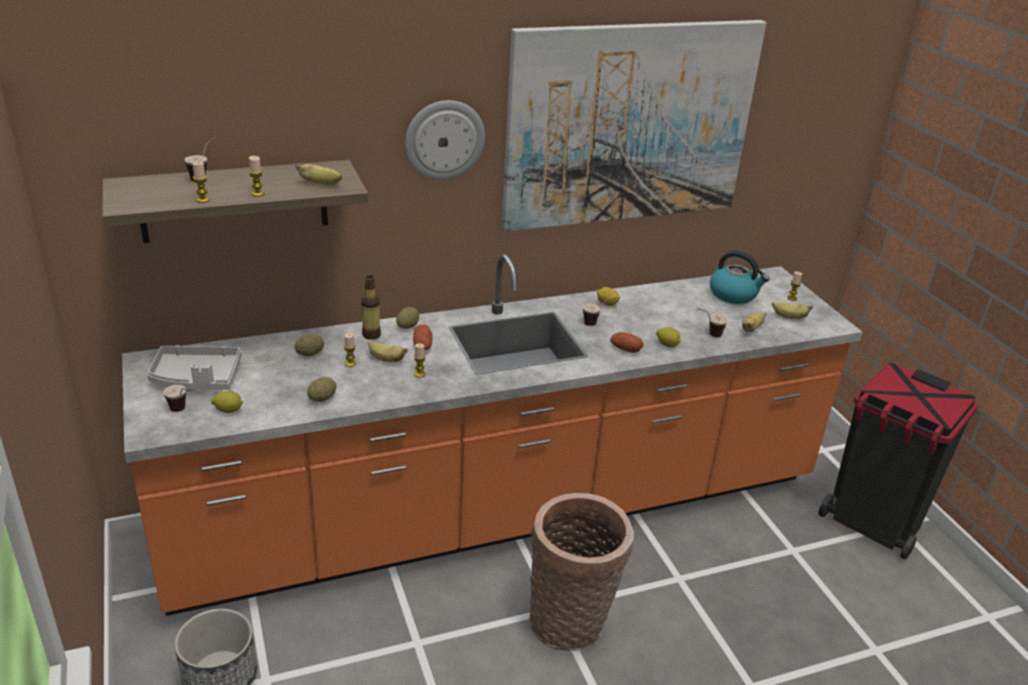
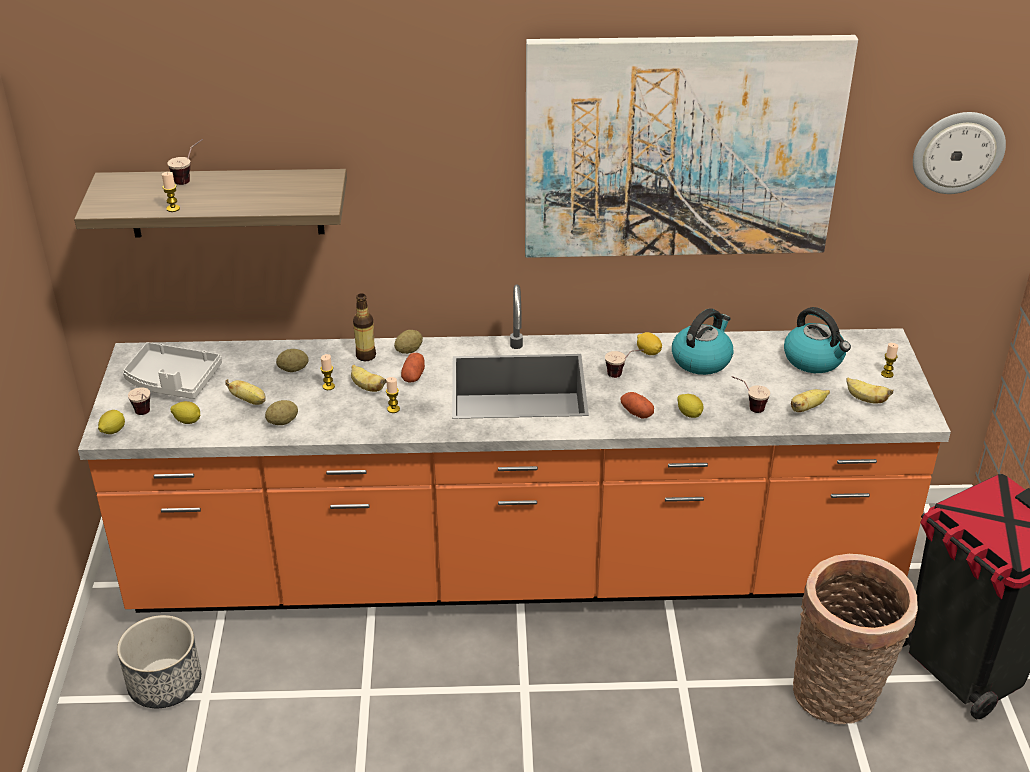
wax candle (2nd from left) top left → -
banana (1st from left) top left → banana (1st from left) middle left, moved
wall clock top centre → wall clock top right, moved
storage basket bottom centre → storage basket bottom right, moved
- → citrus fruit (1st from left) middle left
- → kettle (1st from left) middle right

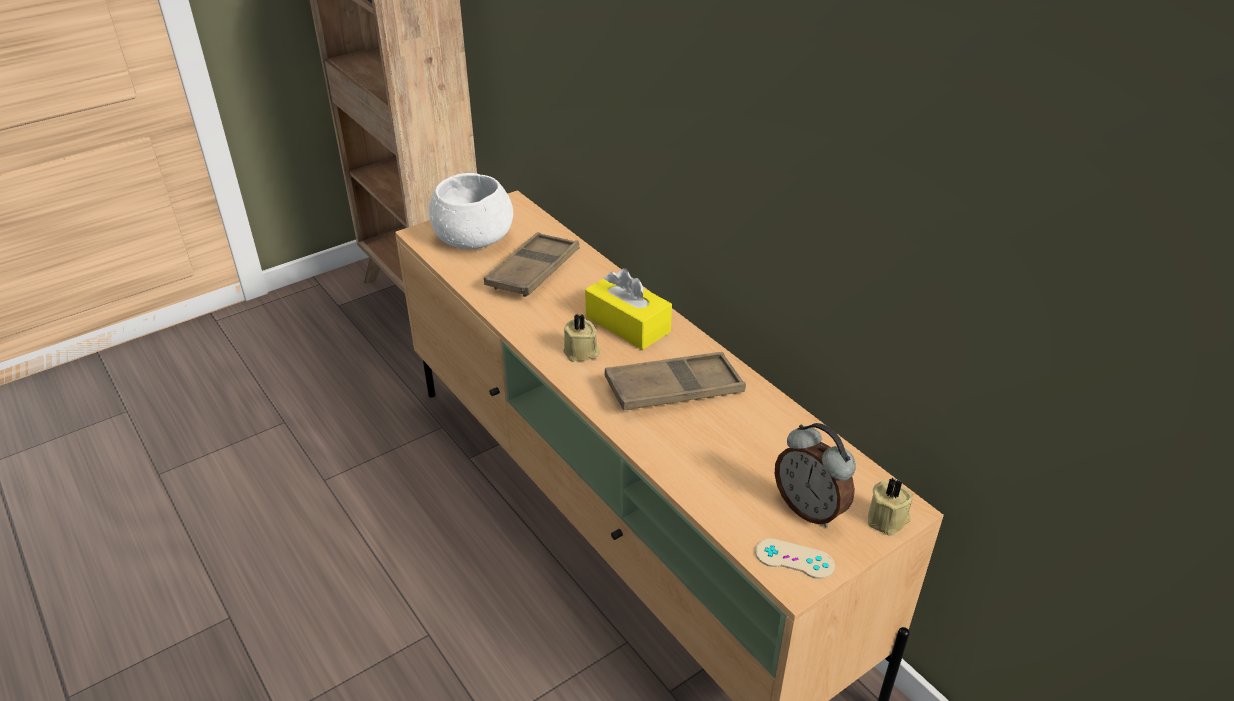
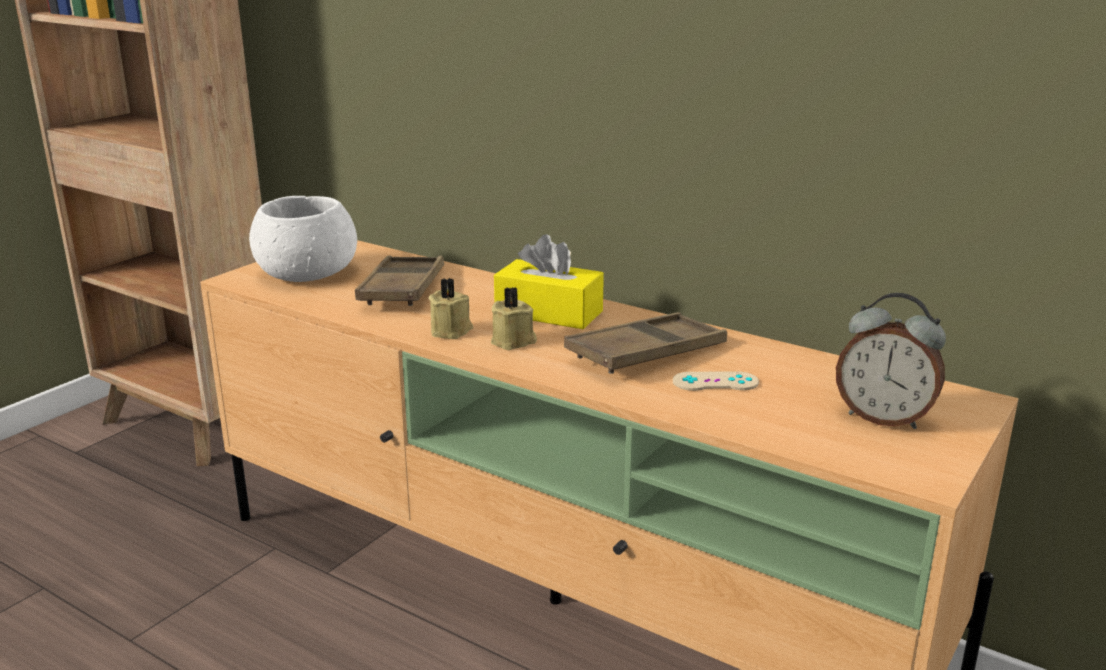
beige gamepad bottom centre → beige gamepad centre, moved
beige wax candle (2nd from left in the first image) bottom right → beige wax candle (1st from left) centre, moved

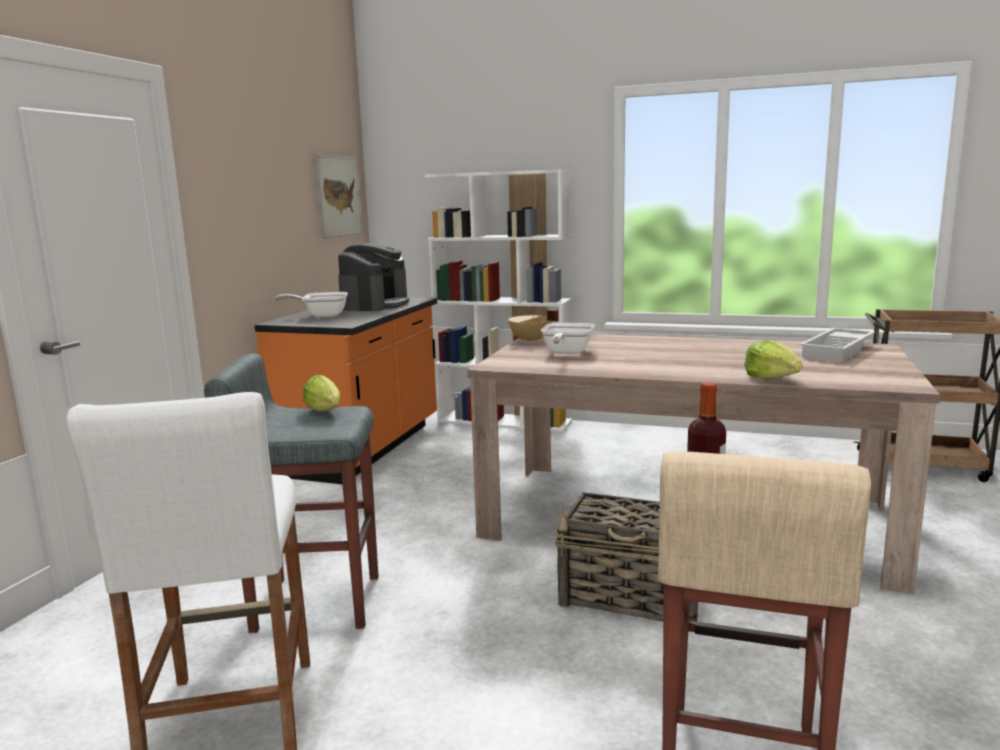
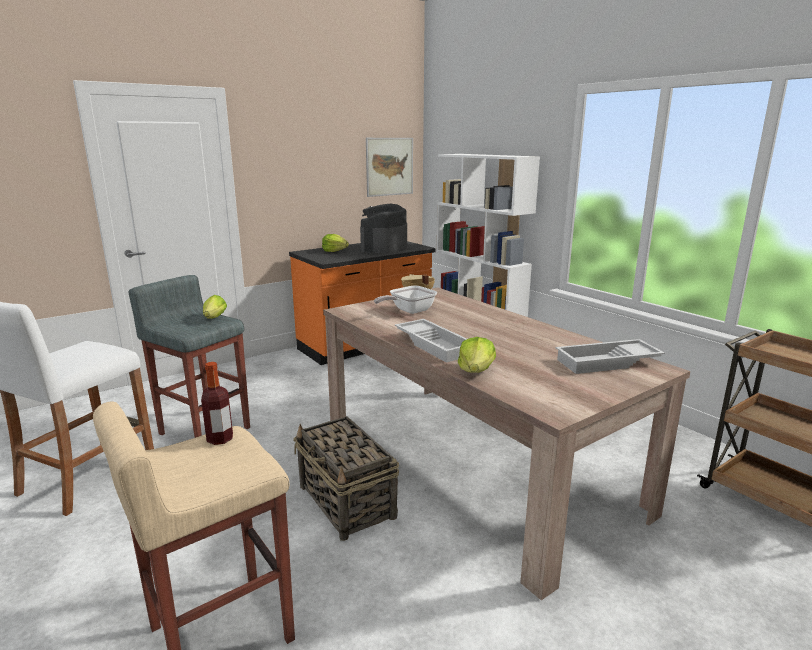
pan (1st from left) middle left → lettuce (2nd from left) centre
coffee brewer centre, 150 degrees clockwise
- → white carrying tray (1st from left) centre

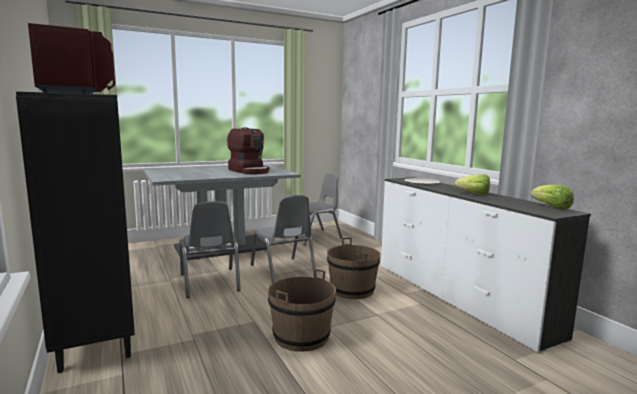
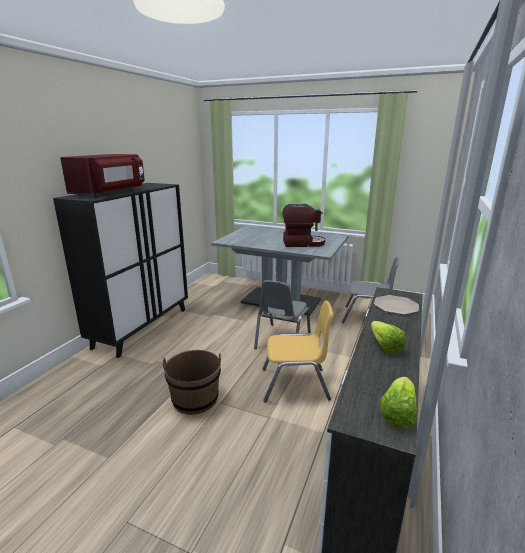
greyish plain chair (1st from left) middle left → -
coffee brewer centre, 105 degrees counterclockwise
brownish pail (2nd from left) bottom centre → yellow plain chair centre

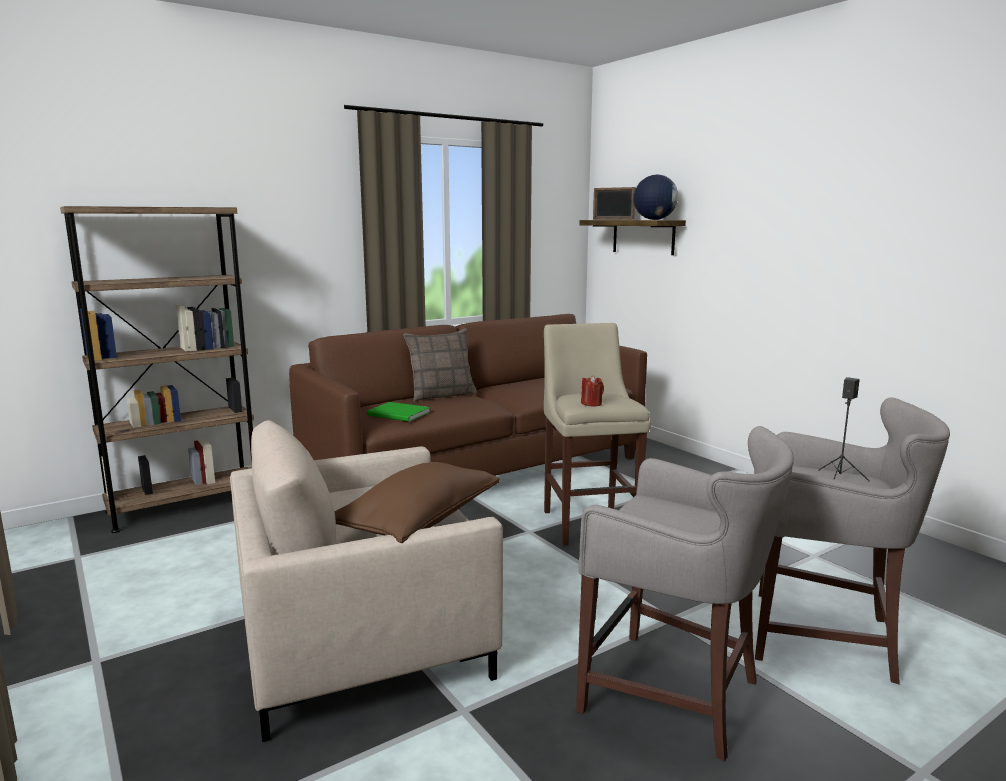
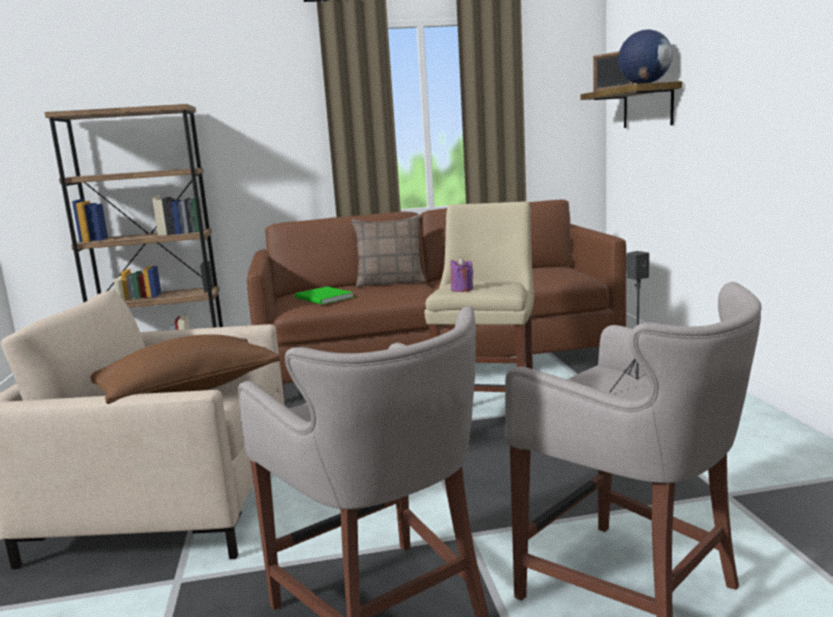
reddish wax candle centre → purple-coloured wax candle centre

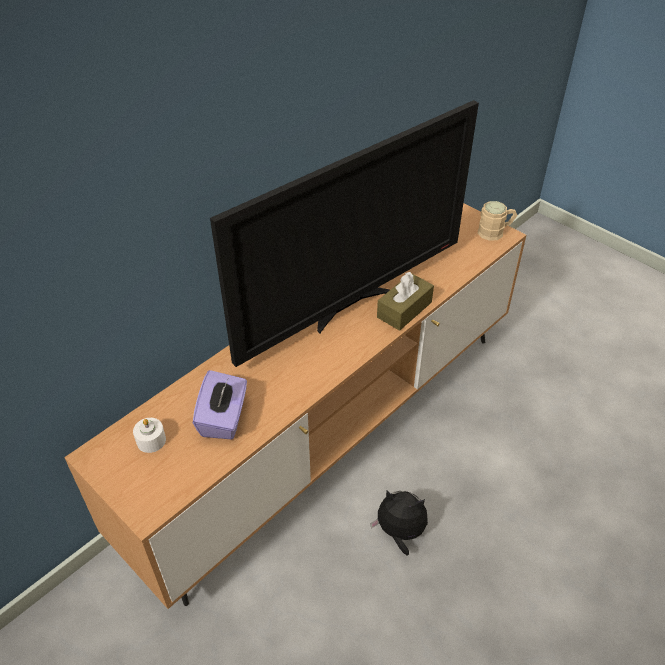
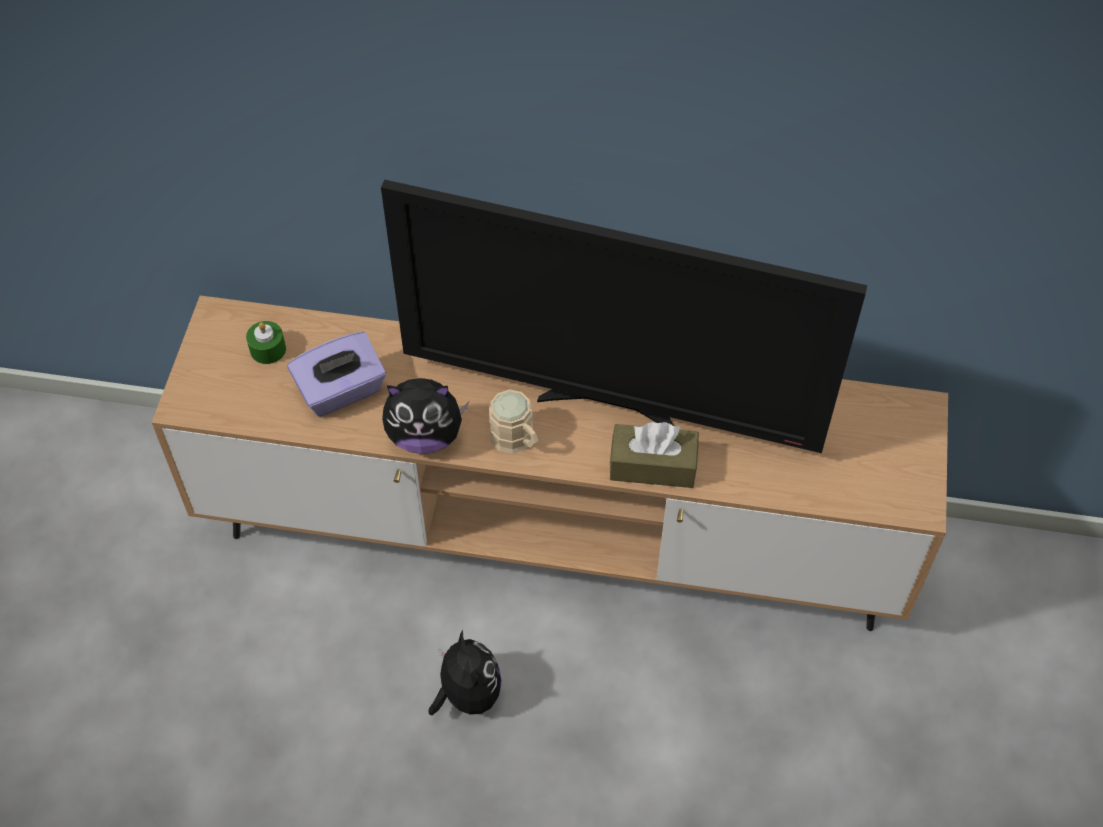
white wax candle middle left → green-coloured wax candle middle left
beige tea mug top right → beige tea mug centre, moved
- → soft toy (1st from left) centre

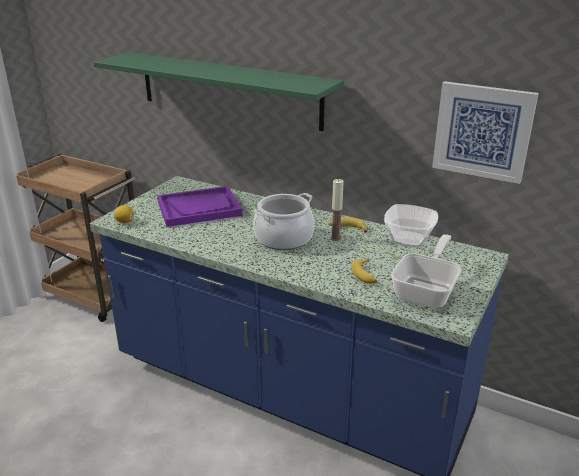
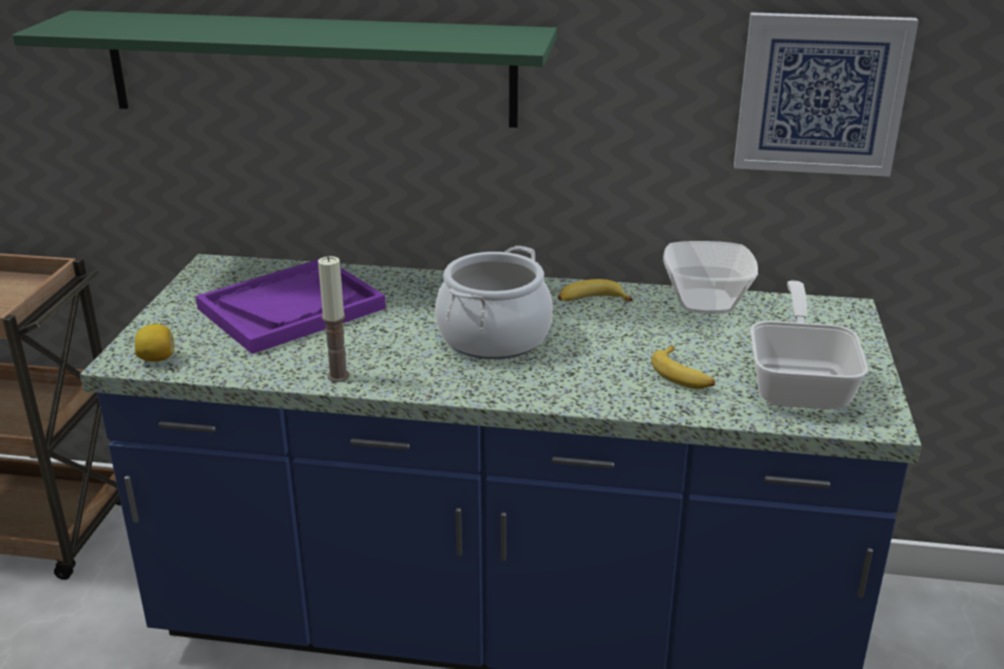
wax candle centre → wax candle middle left, moved

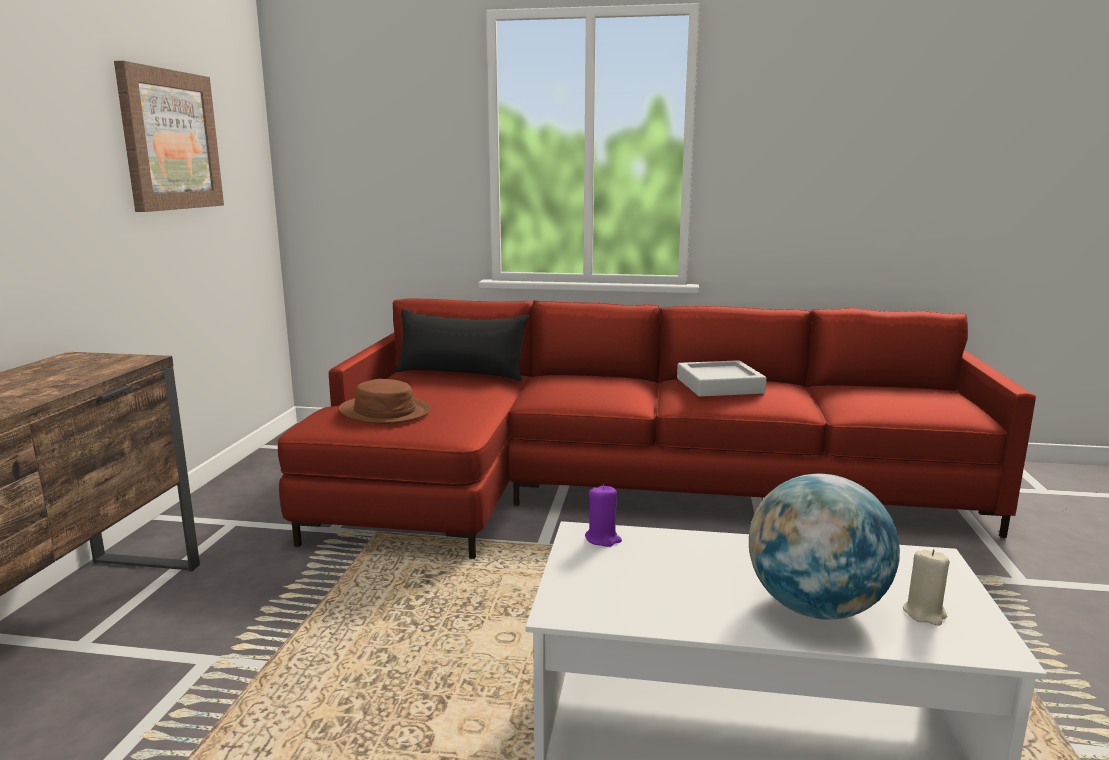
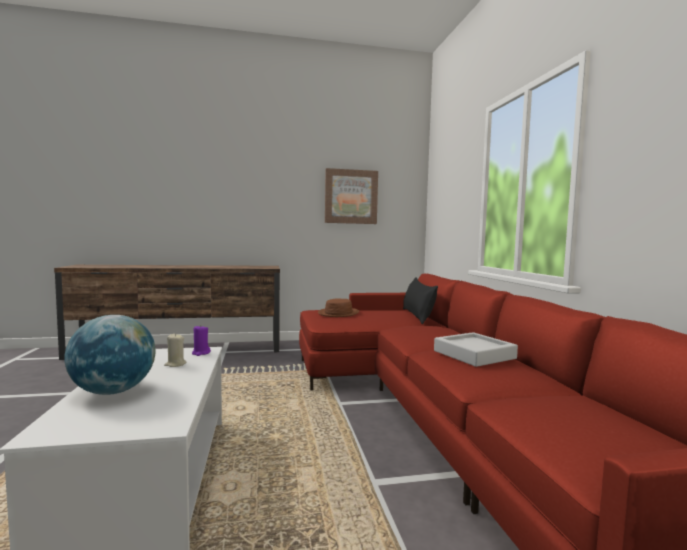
beige wax candle bottom right → beige wax candle middle left, moved

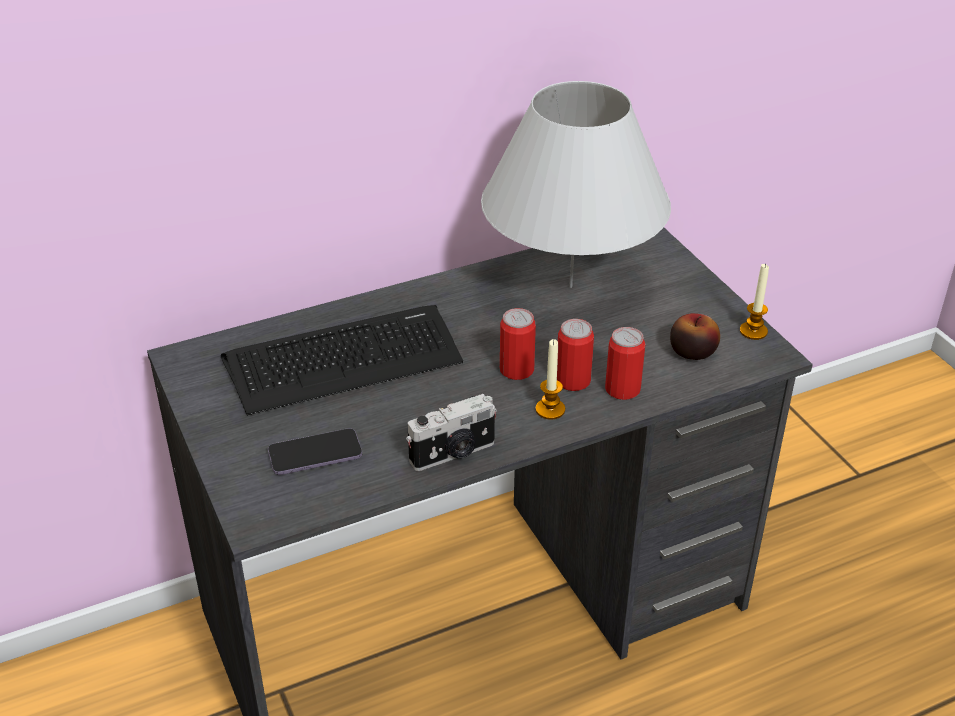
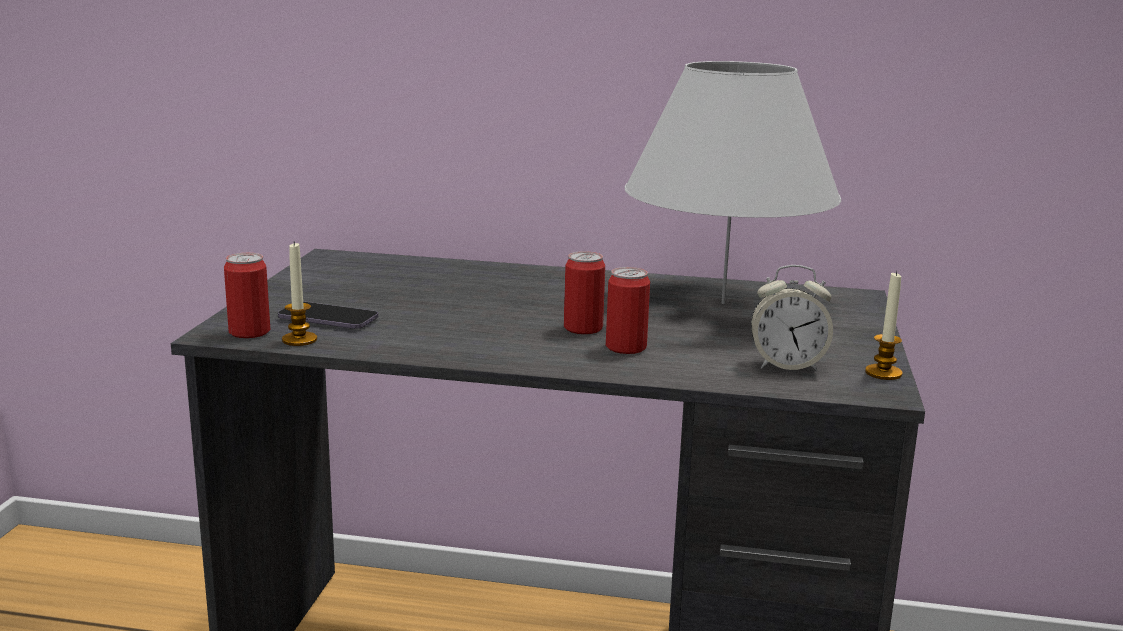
computer keyboard centre → -
still camera centre → -
wax candle (1st from left) centre → wax candle (1st from left) middle left, moved
sealed can (3rd from left in the first image) centre → sealed can (1st from left) middle left, moved
apple middle right → alarm clock middle right

